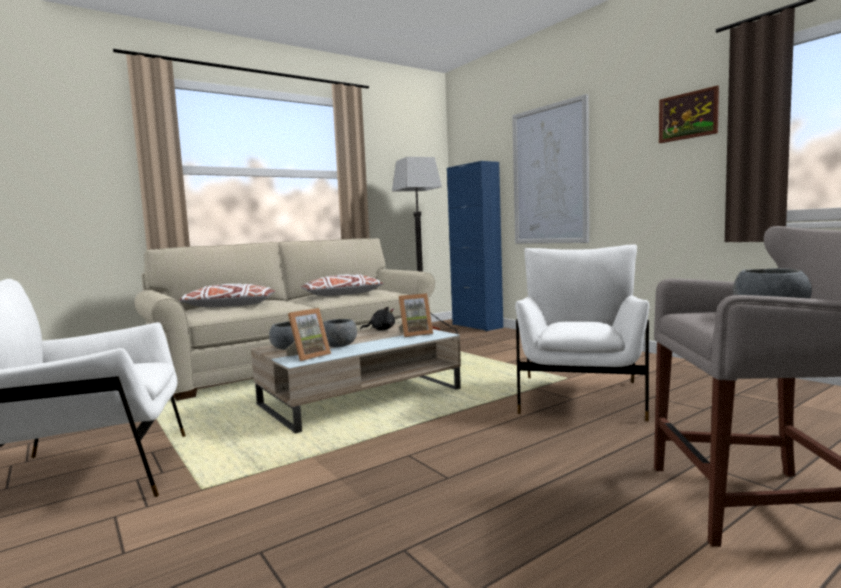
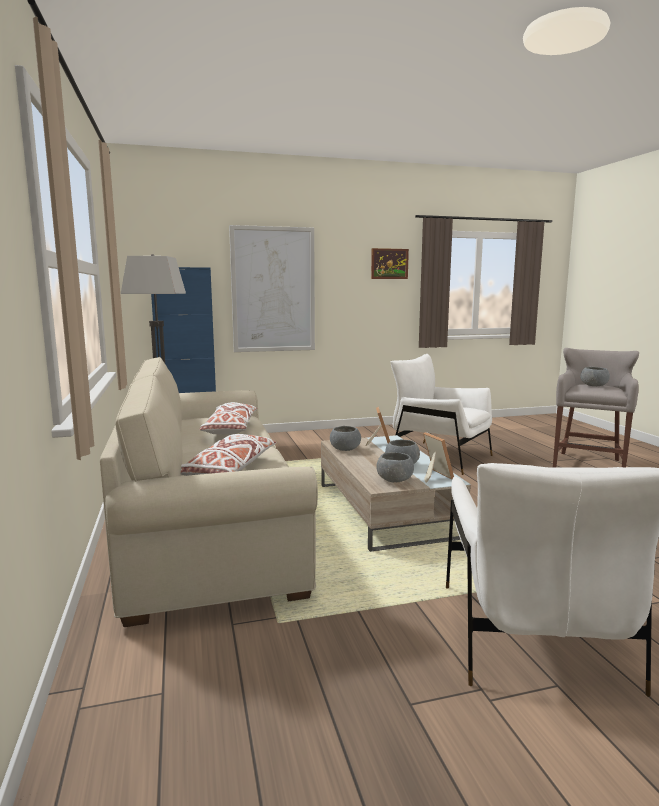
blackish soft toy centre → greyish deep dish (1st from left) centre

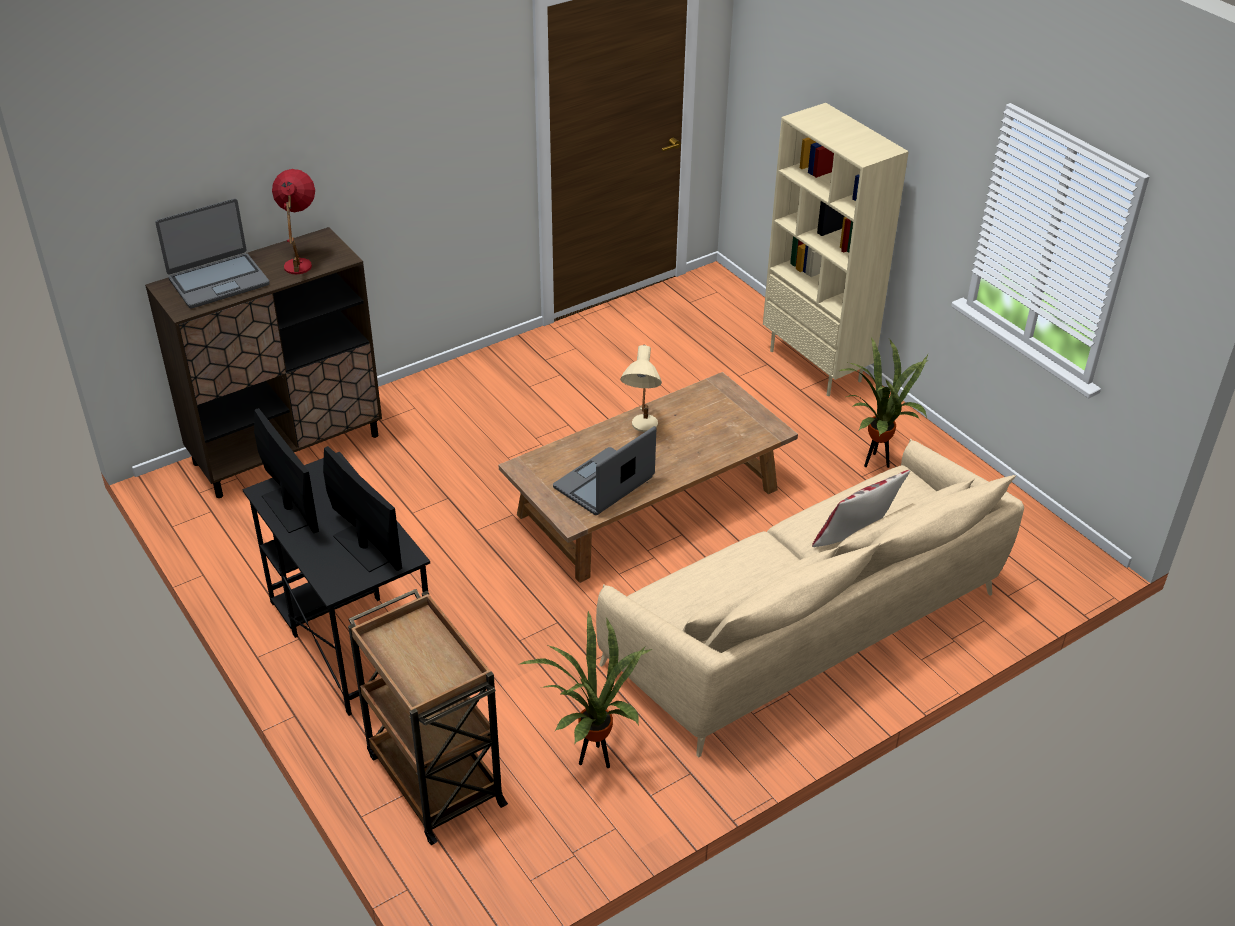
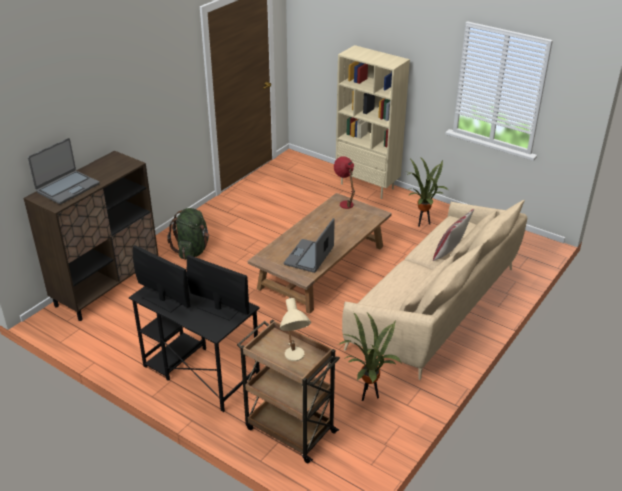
reddish lamp for a table top left → reddish lamp for a table centre, moved
beige lamp for a table centre → beige lamp for a table bottom centre, moved
- → green-coloured backpack middle left

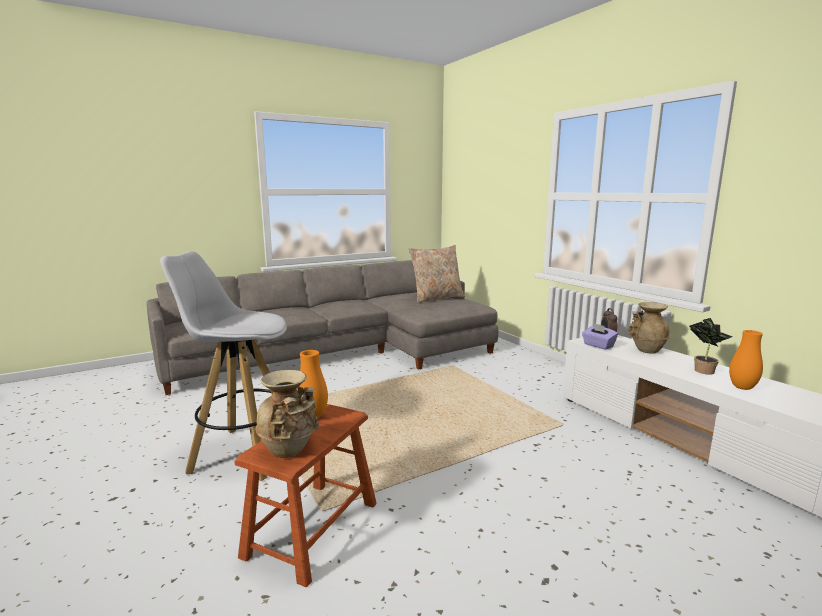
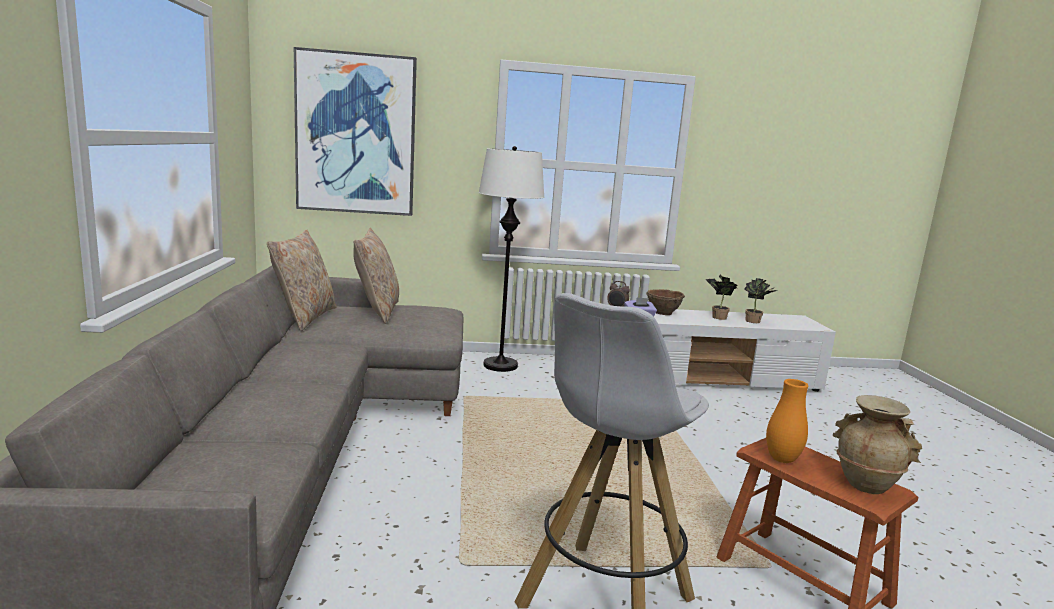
beige vase (2nd from left) middle right → brownish deep dish centre
orange-coloured vase (2nd from left) middle right → plant in a pot (2nd from left) middle right
- → beige pillow (1st from left) middle left
- → wall picture top centre
- → white standing lamp centre

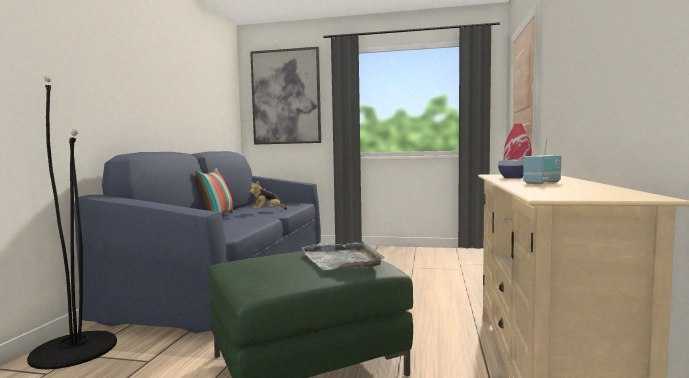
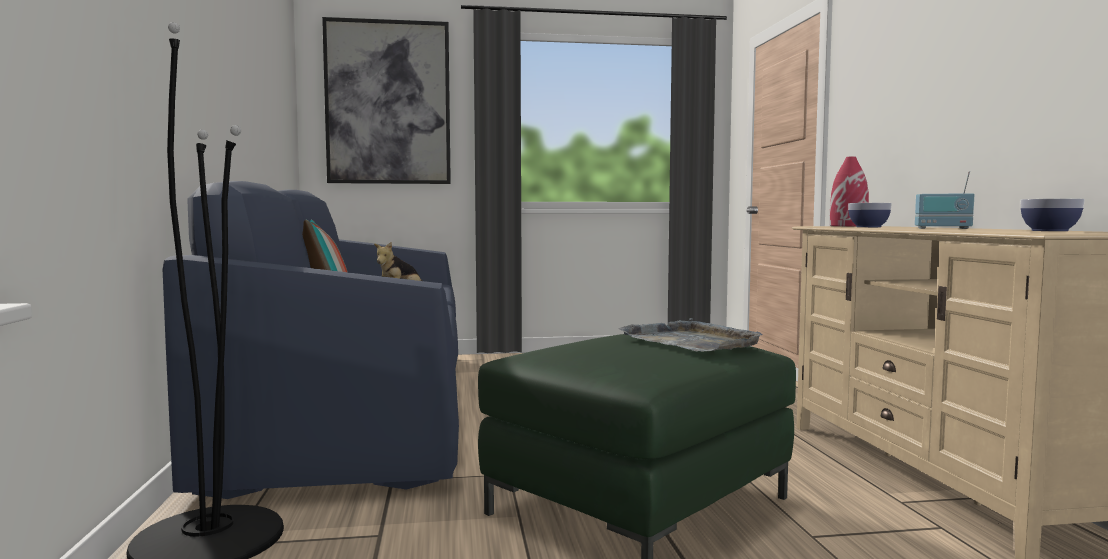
radio receiver middle right, 75 degrees clockwise
- → deep dish (2nd from left) middle right

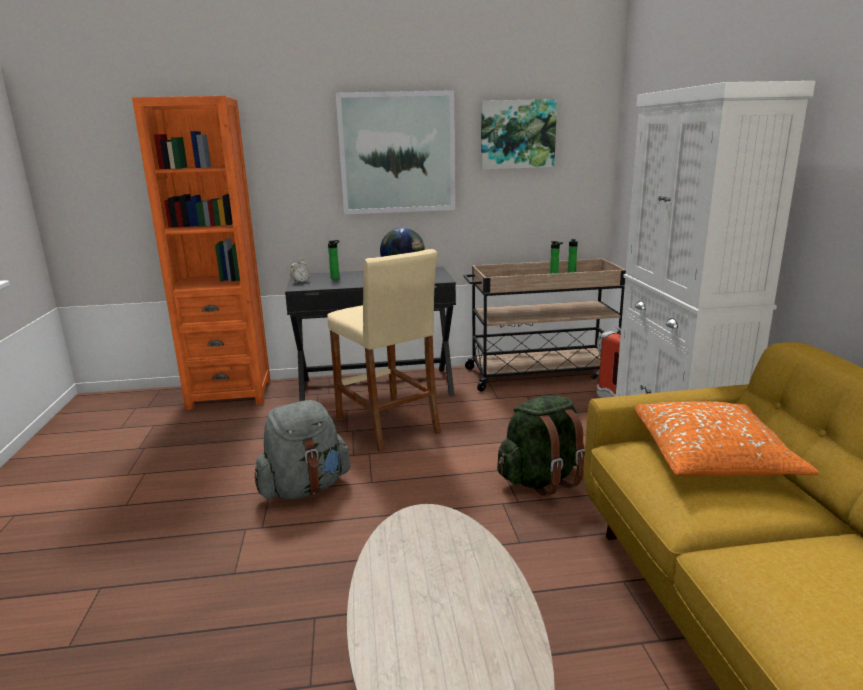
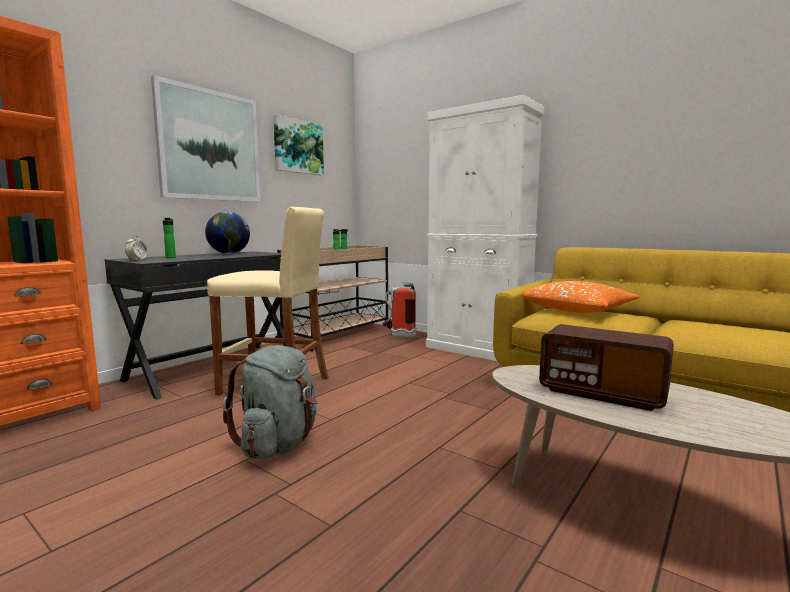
green-coloured backpack centre → -
- → radio receiver middle right

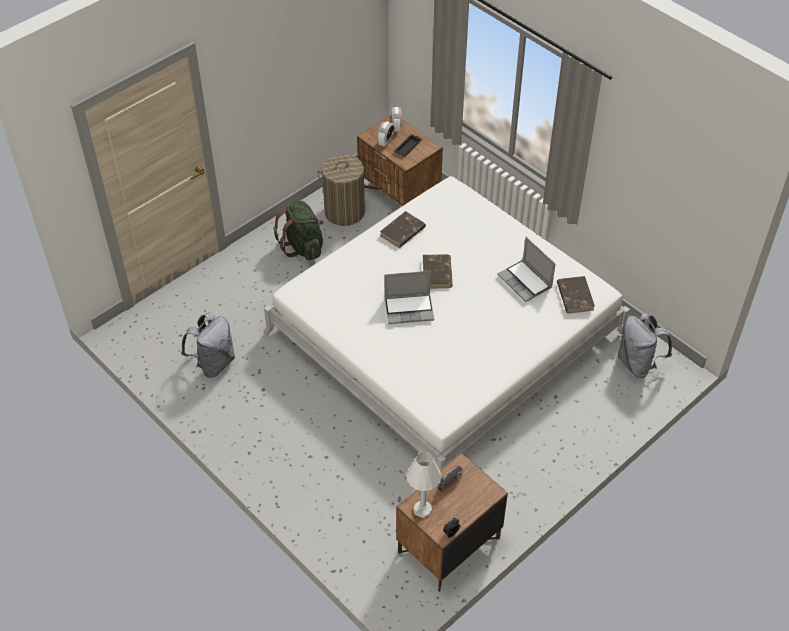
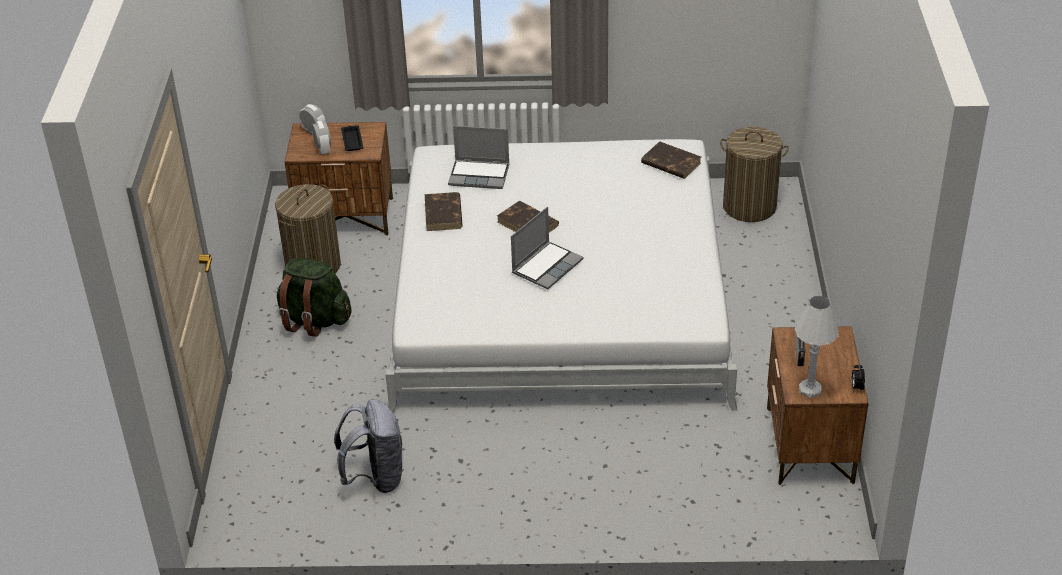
laptop (2nd from left in the first image) middle right → laptop (1st from left) top centre, moved
greyish backpack (2nd from left) middle right → laundry basket (2nd from left) top right

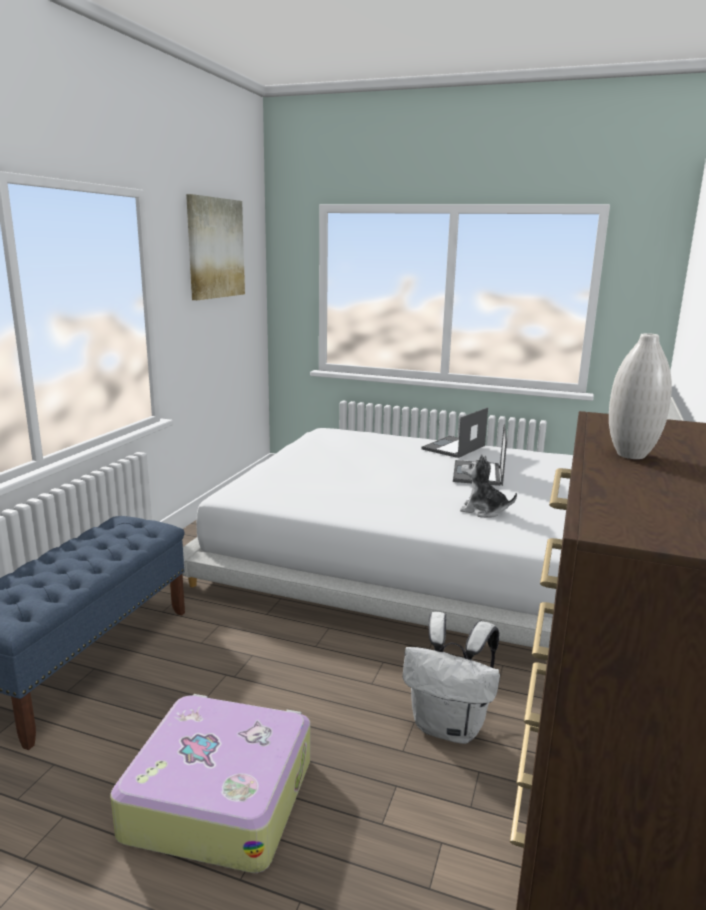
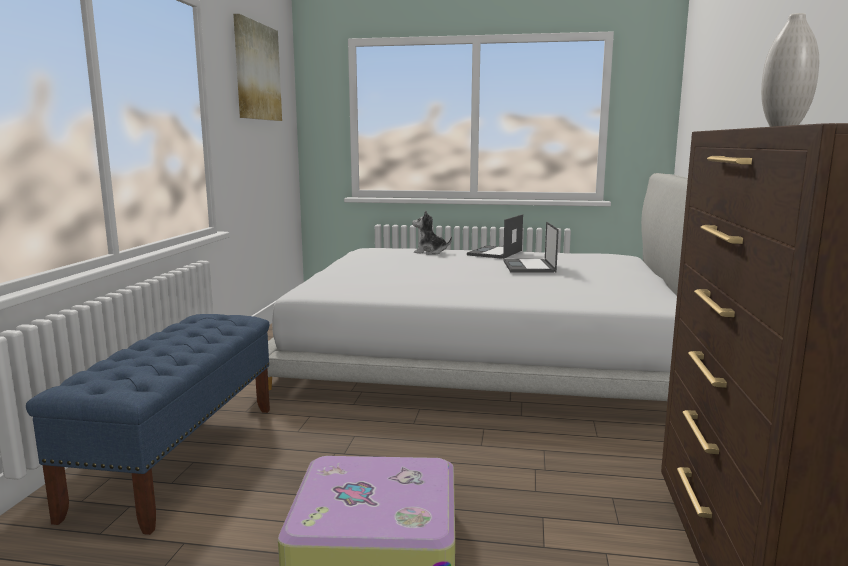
white backpack bottom centre → -
soft toy middle right → soft toy centre, moved

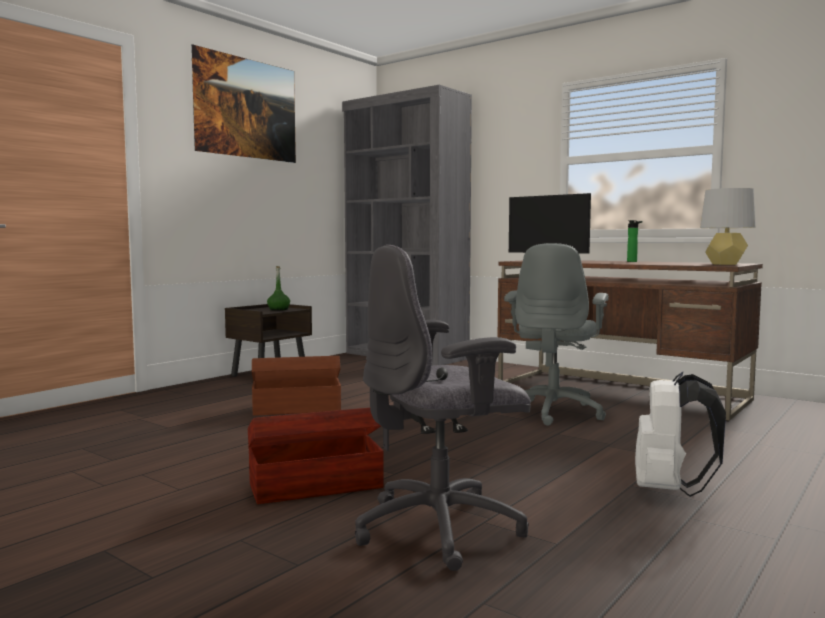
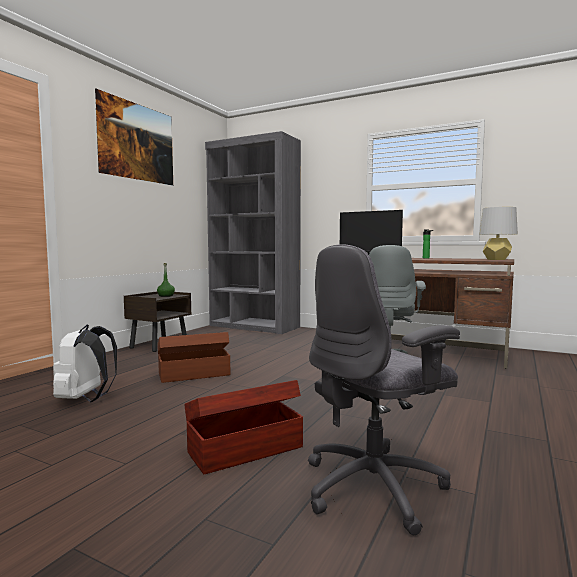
white backpack bottom right → white backpack middle left, moved

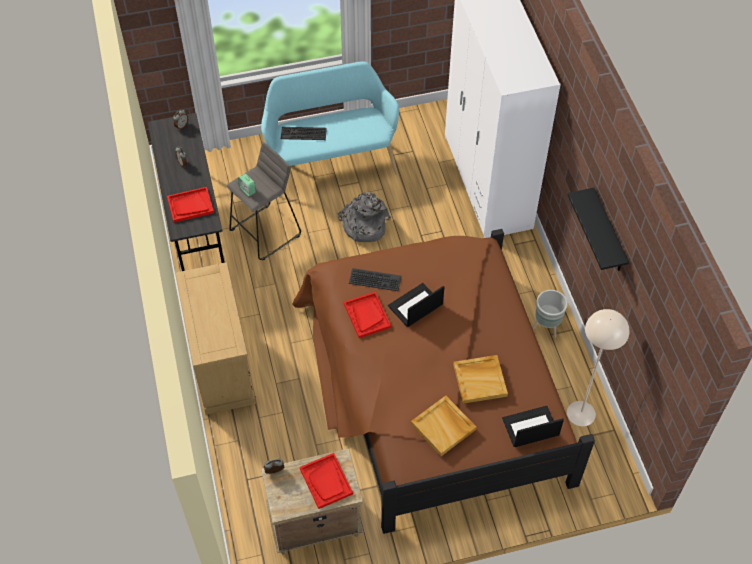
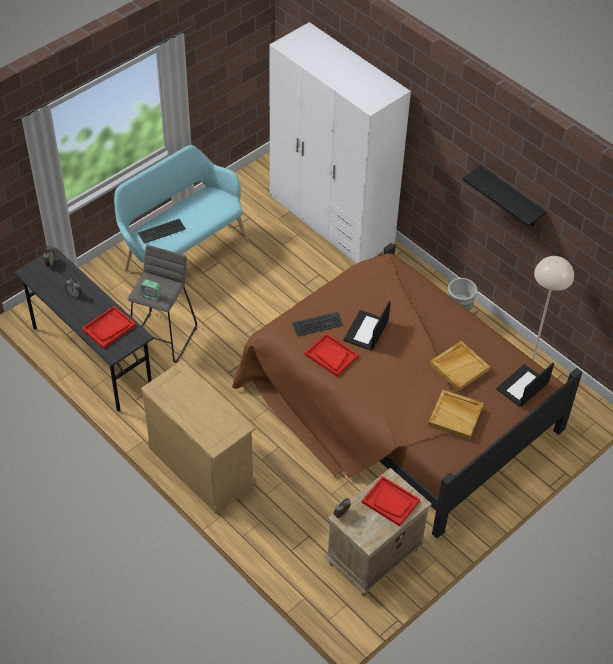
greyish backpack centre → -

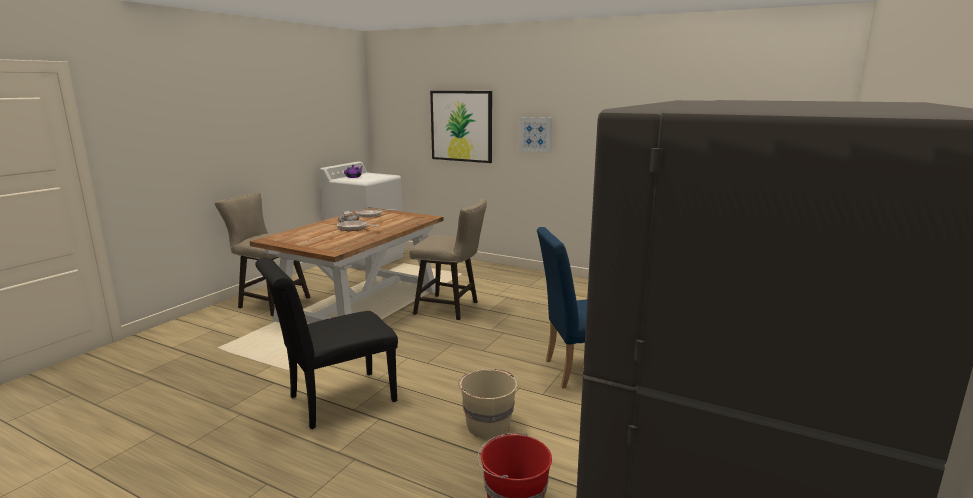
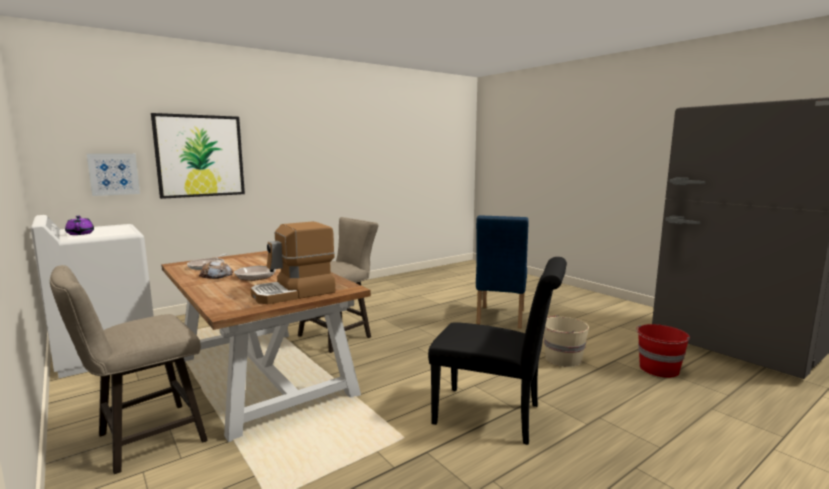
blackish plain chair bottom centre, 60 degrees counterclockwise
wall picture (2nd from left in the first image) top centre → wall picture (1st from left) middle left, moved
- → coffee brewer centre

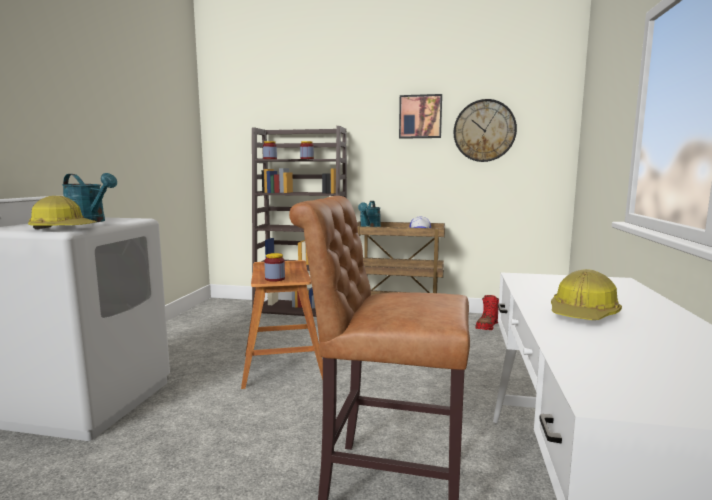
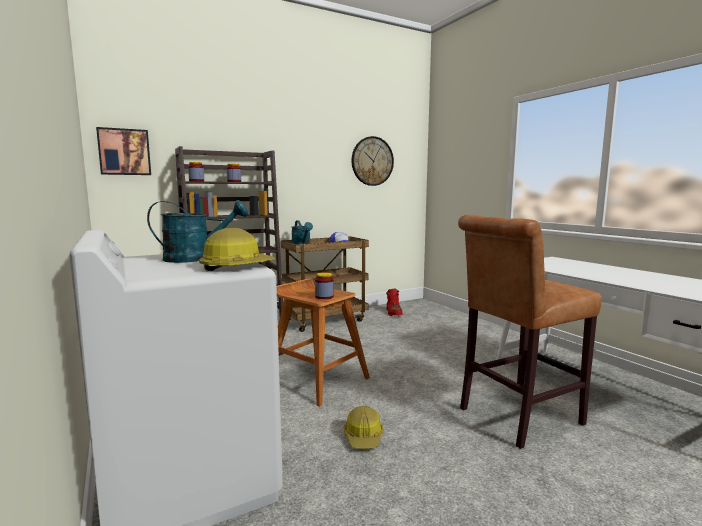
wall picture top centre → wall picture top left, moved
safety helmet (2nd from left) middle right → safety helmet (2nd from left) bottom centre, moved

